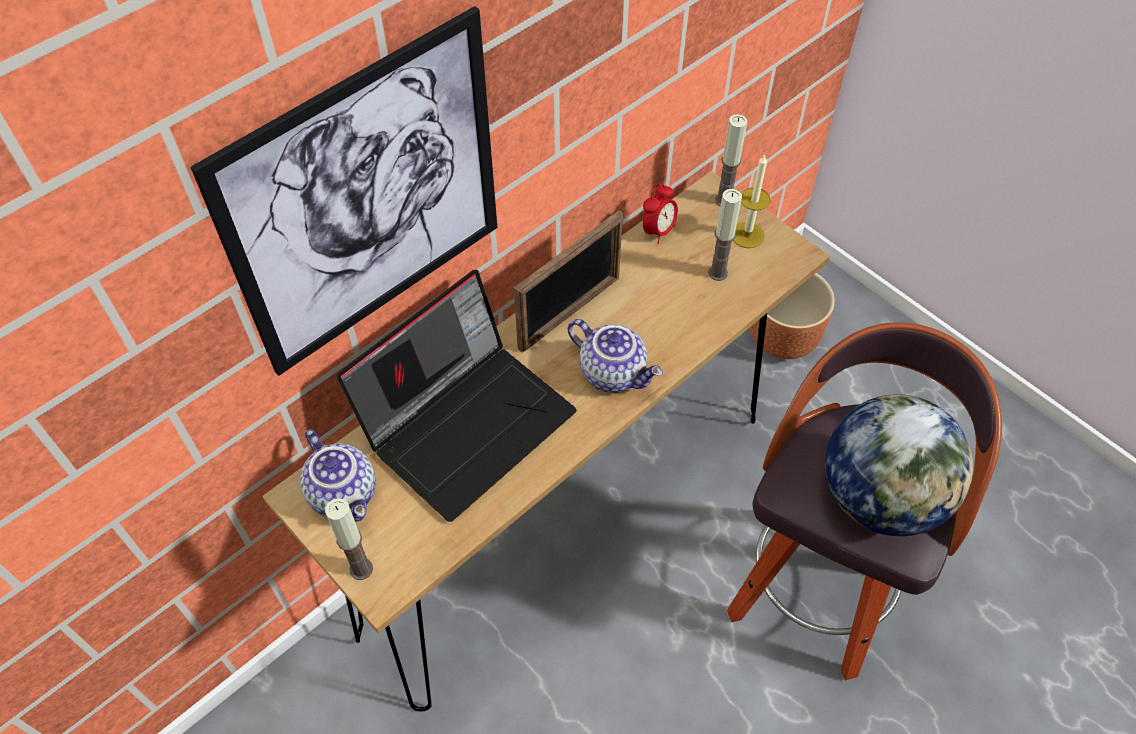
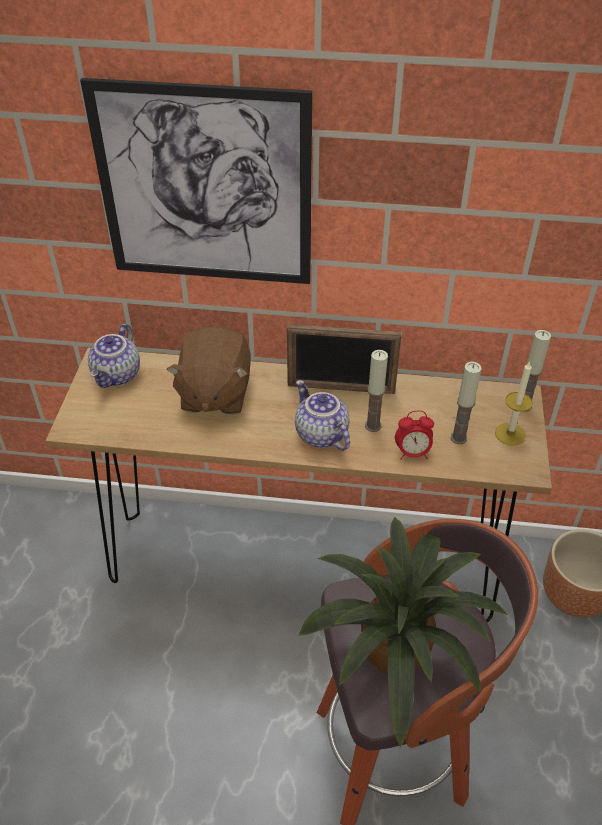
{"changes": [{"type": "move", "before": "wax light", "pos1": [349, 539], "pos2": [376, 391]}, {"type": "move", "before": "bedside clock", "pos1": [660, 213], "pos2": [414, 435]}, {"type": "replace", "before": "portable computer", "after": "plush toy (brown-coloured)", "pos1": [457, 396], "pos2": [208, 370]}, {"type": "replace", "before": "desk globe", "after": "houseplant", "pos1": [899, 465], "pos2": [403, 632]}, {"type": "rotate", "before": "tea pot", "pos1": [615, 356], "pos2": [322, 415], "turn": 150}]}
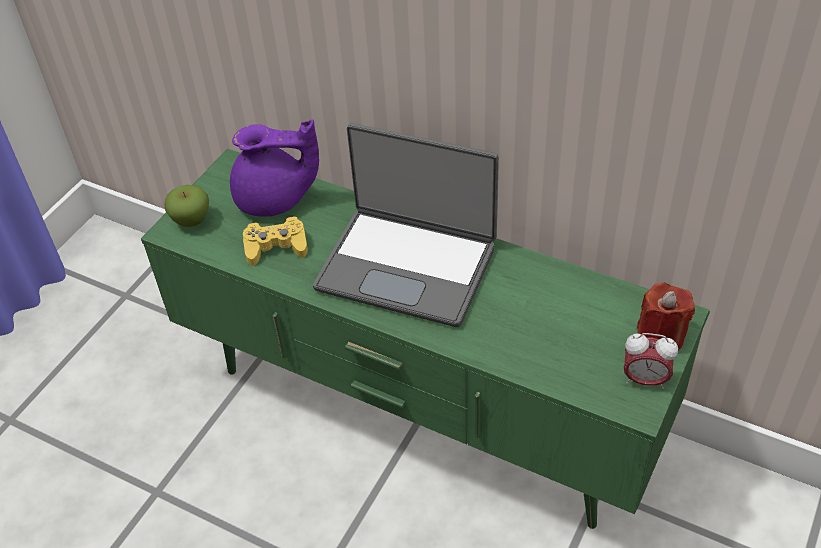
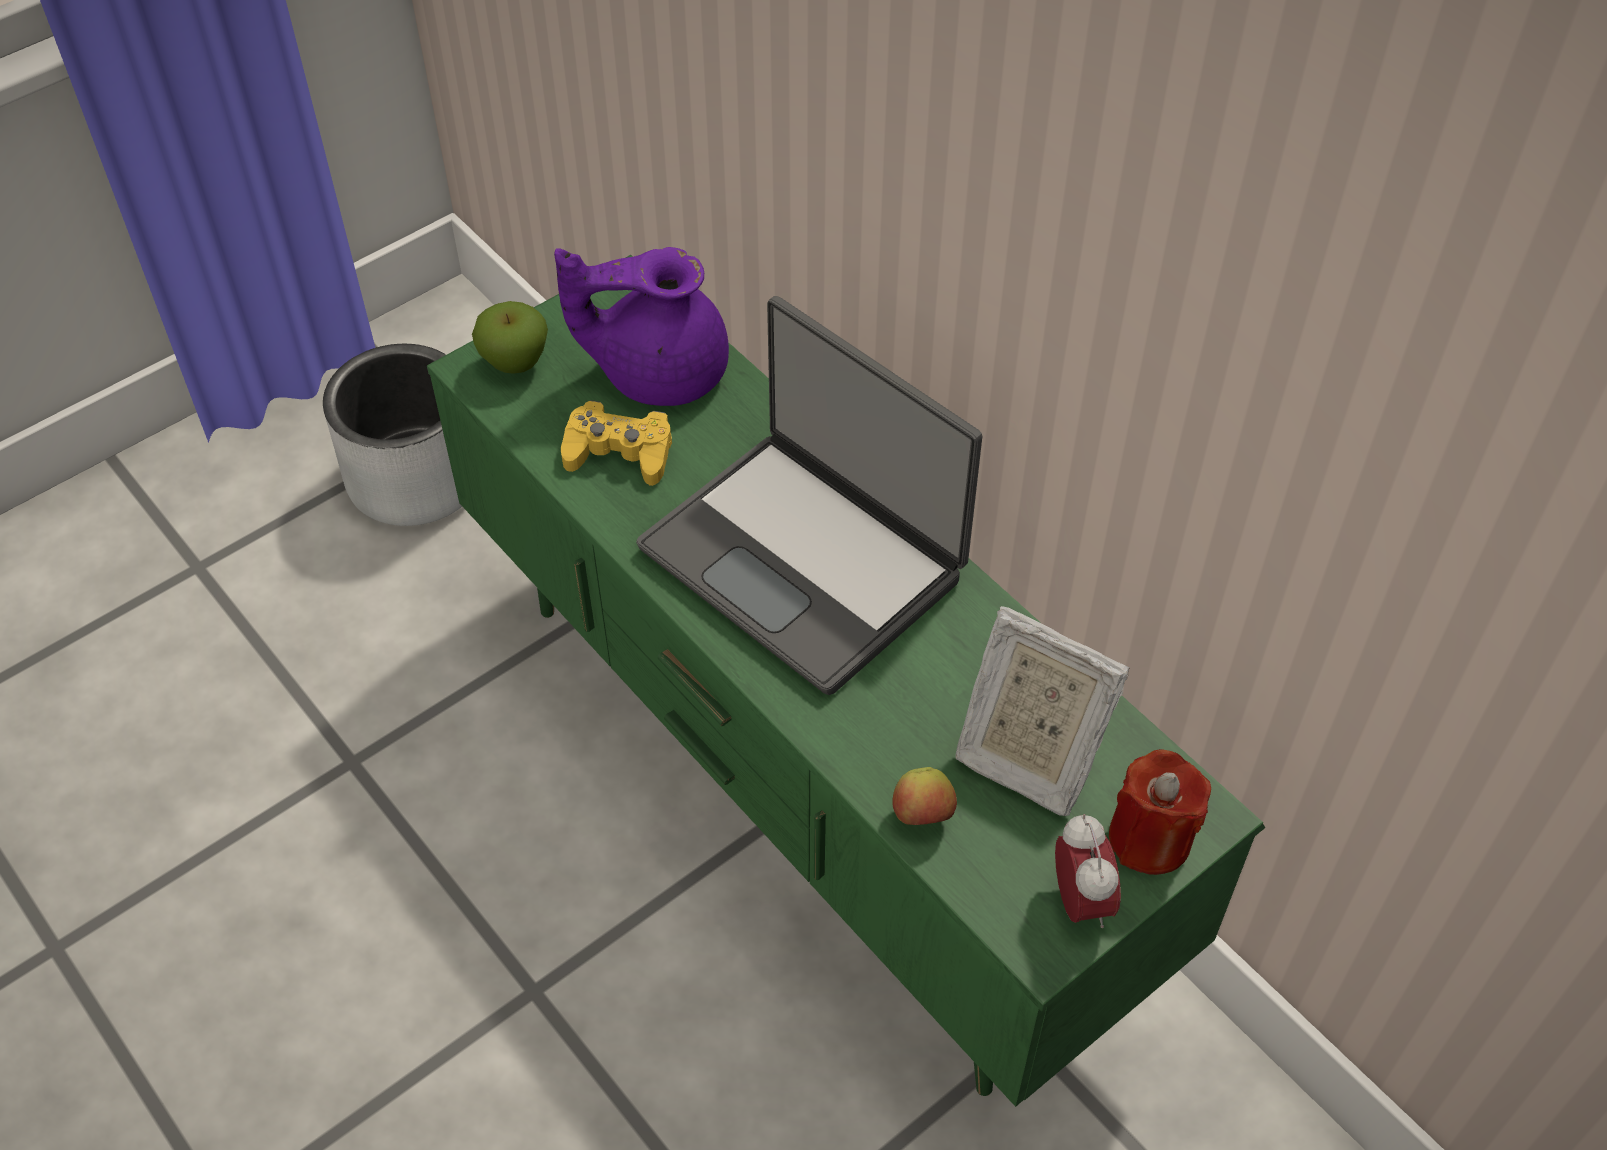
{"changes": [{"type": "insert", "after": "plant pot (grey)", "pos2": [392, 435]}, {"type": "insert", "after": "apple", "pos2": [924, 796]}, {"type": "insert", "after": "standing frame", "pos2": [1042, 711]}, {"type": "rotate", "before": "tea pot (purple)", "pos1": [274, 168], "pos2": [641, 326], "turn": 150}, {"type": "rotate", "before": "bedside clock", "pos1": [651, 361], "pos2": [1088, 871], "turn": -135}]}
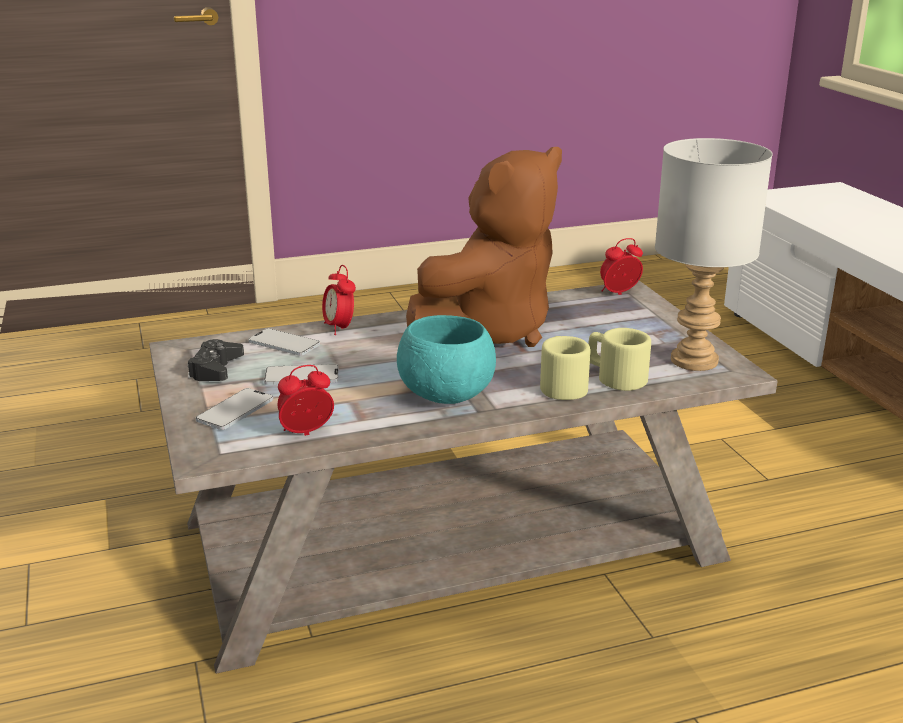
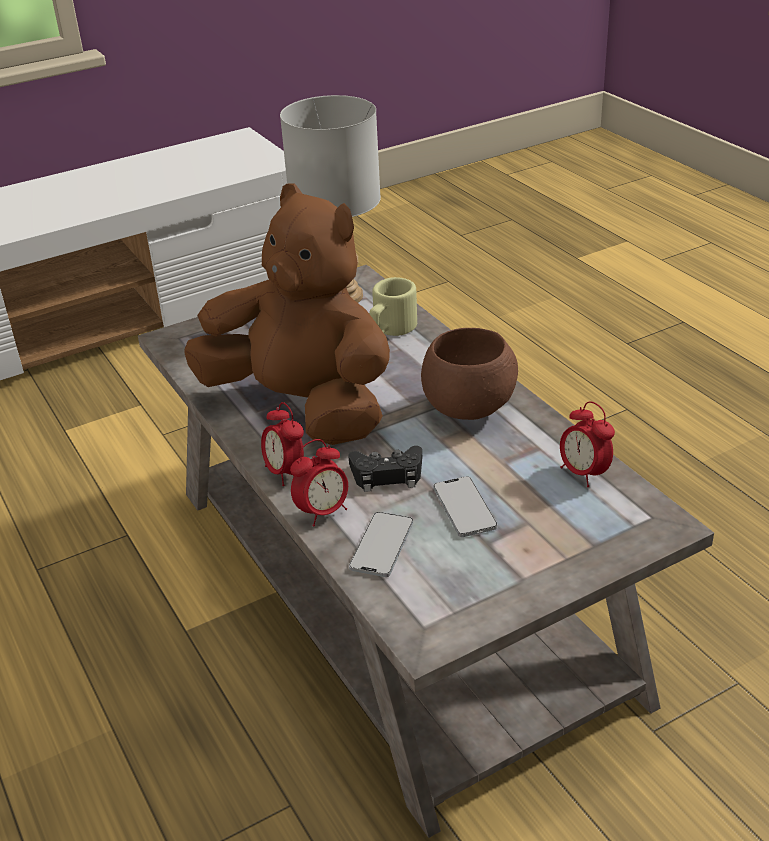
{"changes": [{"type": "delete", "before": "telephone", "pos1": [234, 409]}, {"type": "delete", "before": "coffee mug (beige)", "pos1": [565, 368]}, {"type": "move", "before": "gamepad (blackish)", "pos1": [216, 360], "pos2": [385, 469]}, {"type": "move", "before": "bedside clock", "pos1": [621, 266], "pos2": [282, 444]}, {"type": "recolor", "before": "deep dish (blue-green)", "after": "deep dish (brown-coloured)", "pos1": [446, 359], "pos2": [469, 374]}]}
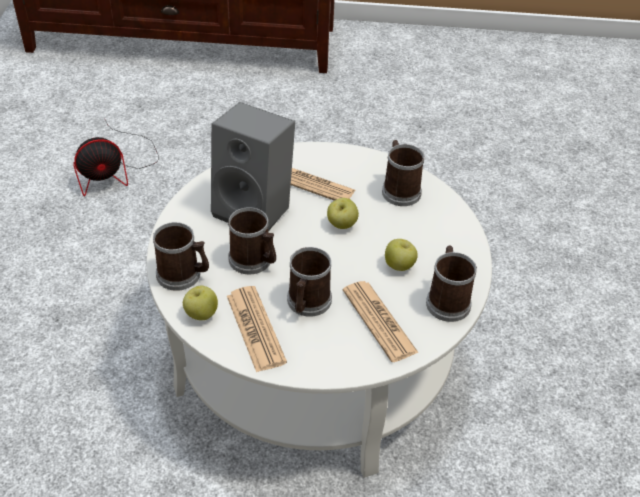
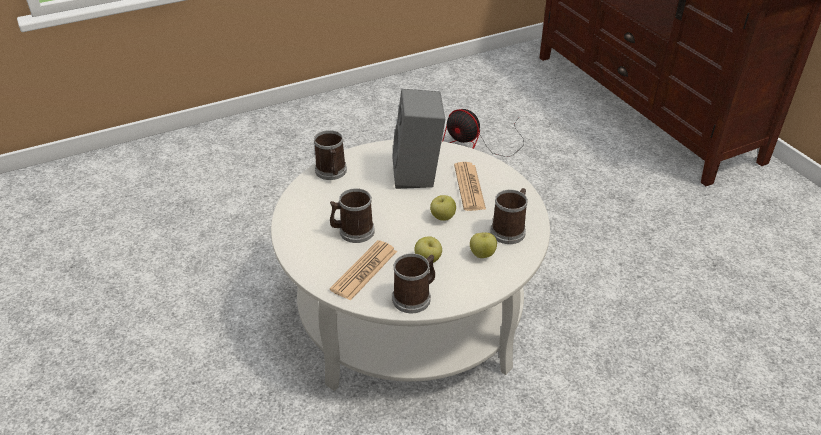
{"changes": [{"type": "delete", "before": "newspaper", "pos1": [257, 329]}, {"type": "delete", "before": "coffee mug", "pos1": [252, 240]}, {"type": "move", "before": "apple", "pos1": [200, 302], "pos2": [483, 245]}]}
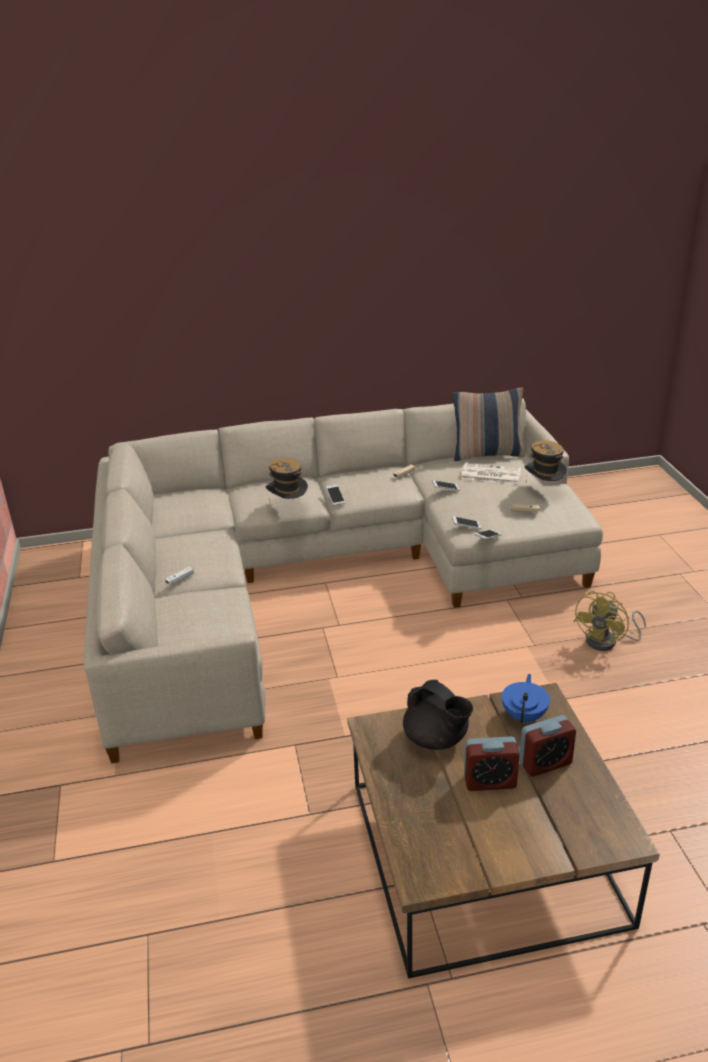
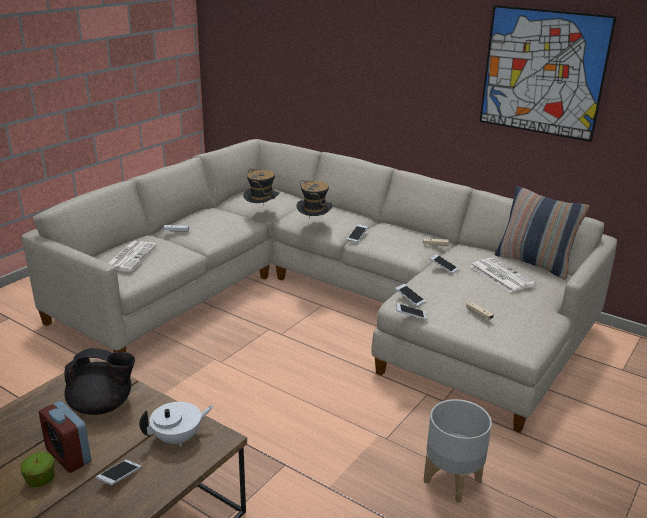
{"changes": [{"type": "insert", "after": "apple", "pos2": [37, 469]}, {"type": "insert", "after": "newspaper", "pos2": [133, 256]}, {"type": "insert", "after": "picture", "pos2": [548, 73]}, {"type": "move", "before": "hat", "pos1": [546, 461], "pos2": [261, 186]}, {"type": "replace", "before": "bedside clock", "after": "telephone", "pos1": [547, 746], "pos2": [118, 472]}, {"type": "replace", "before": "cooling fan (yellow)", "after": "plant pot (grey)", "pos1": [609, 621], "pos2": [458, 451]}, {"type": "recolor", "before": "tea pot (bluish)", "after": "tea pot (white-coloured)", "pos1": [526, 699], "pos2": [176, 424]}, {"type": "rotate", "before": "tea pot (blackish)", "pos1": [438, 715], "pos2": [99, 381], "turn": -90}]}
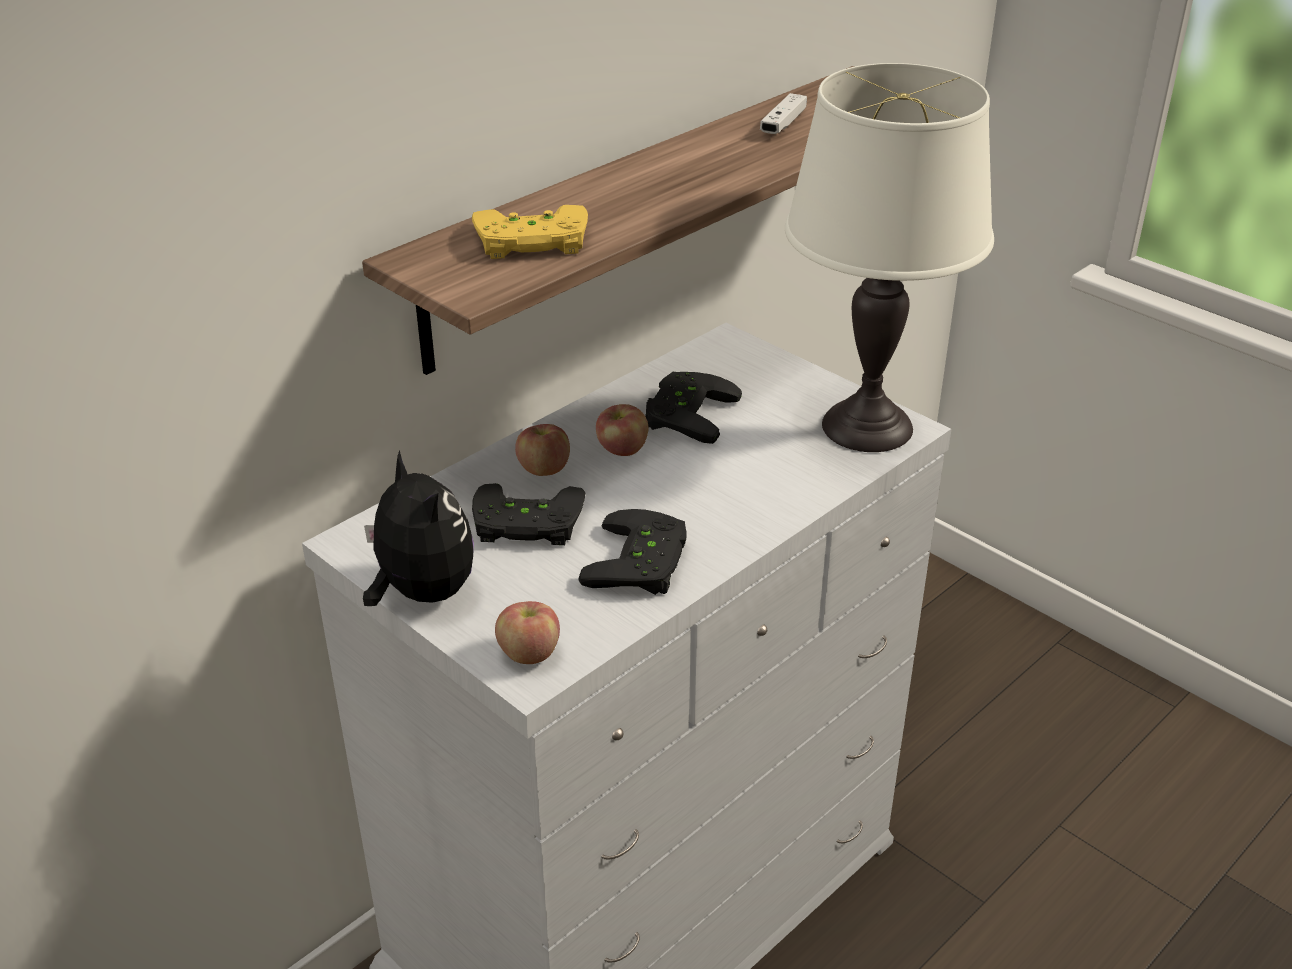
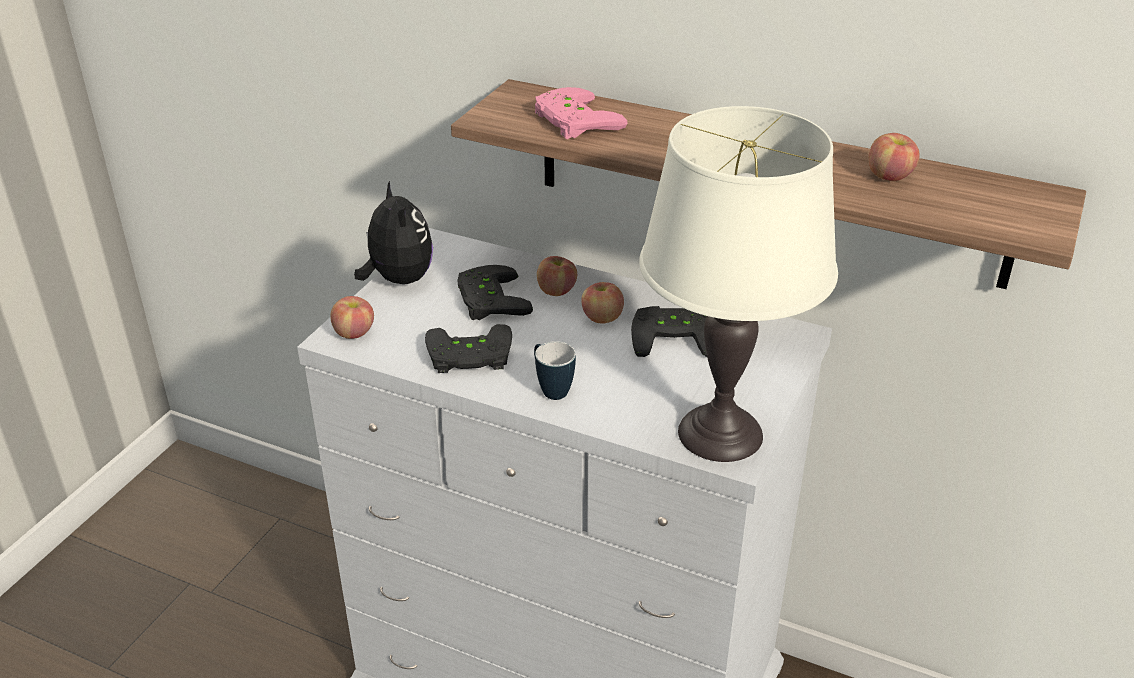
{"changes": [{"type": "insert", "after": "coffee mug", "pos2": [555, 370]}, {"type": "replace", "before": "gamepad (white-coloured)", "after": "apple", "pos1": [783, 113], "pos2": [894, 157]}, {"type": "recolor", "before": "gamepad (yellow)", "after": "gamepad (pink-coloured)", "pos1": [530, 232], "pos2": [581, 113]}, {"type": "rotate", "before": "plush toy", "pos1": [418, 528], "pos2": [393, 232], "turn": -60}]}
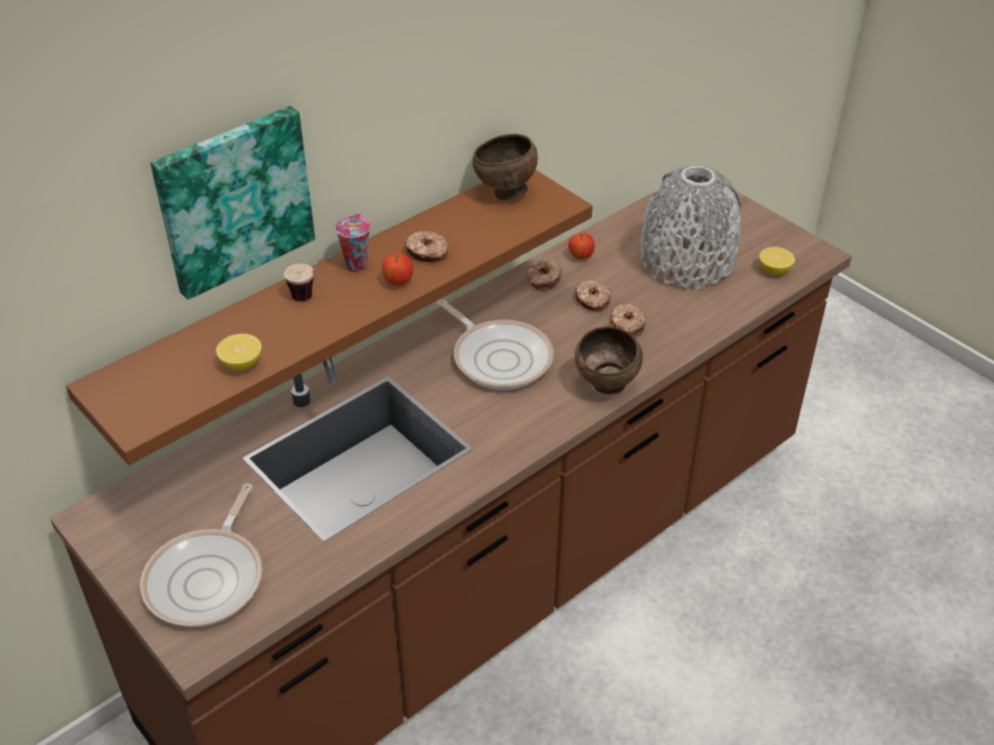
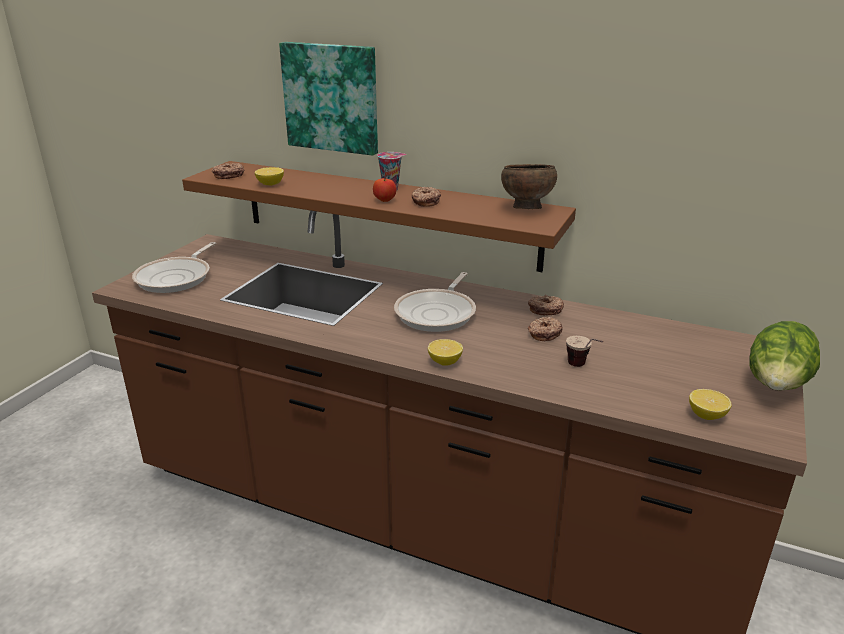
{"changes": [{"type": "delete", "before": "apple", "pos1": [581, 246]}, {"type": "delete", "before": "vase (grey)", "pos1": [691, 227]}, {"type": "insert", "after": "lettuce", "pos2": [785, 356]}, {"type": "move", "before": "cup", "pos1": [310, 278], "pos2": [584, 351]}, {"type": "move", "before": "doughnut", "pos1": [628, 320], "pos2": [228, 171]}, {"type": "replace", "before": "deep dish (brown-coloured)", "after": "lemon", "pos1": [609, 360], "pos2": [445, 352]}, {"type": "rotate", "before": "pan", "pos1": [201, 555], "pos2": [174, 267], "turn": -60}]}
